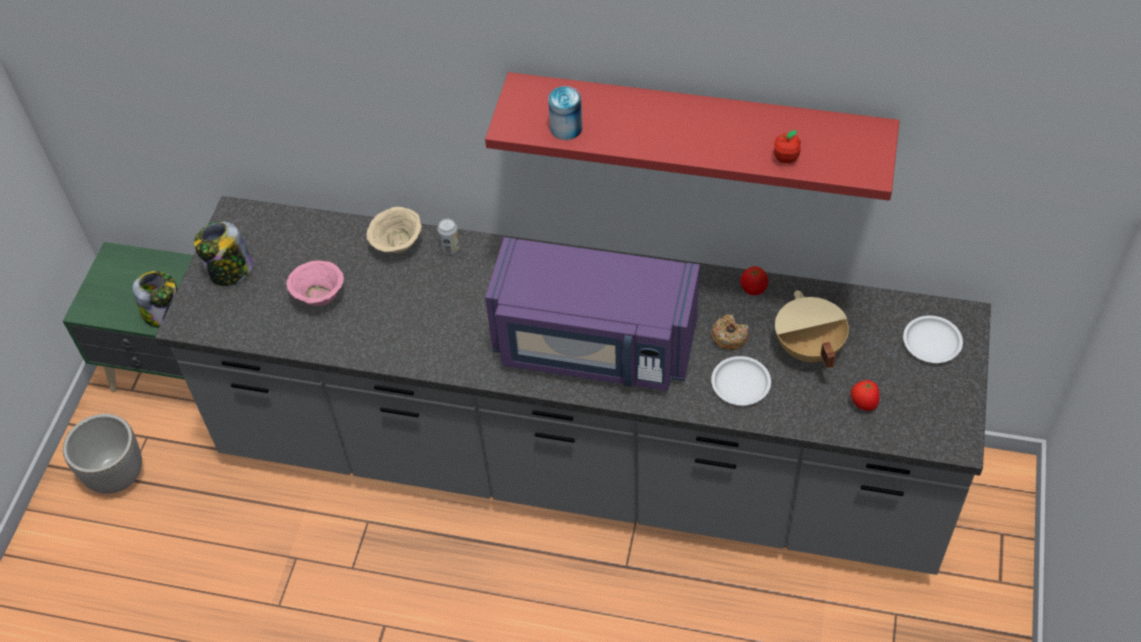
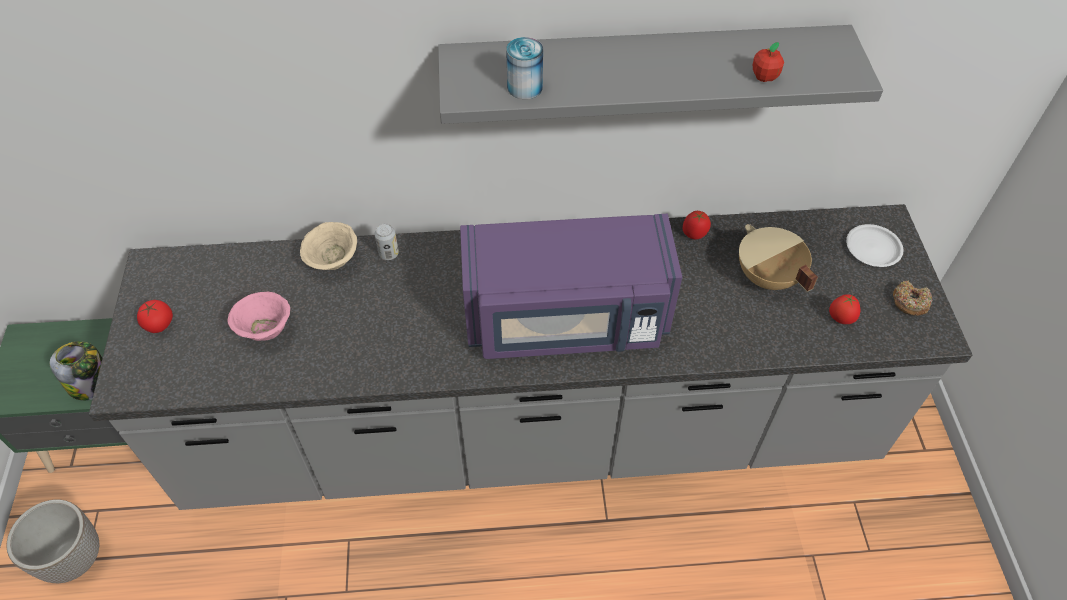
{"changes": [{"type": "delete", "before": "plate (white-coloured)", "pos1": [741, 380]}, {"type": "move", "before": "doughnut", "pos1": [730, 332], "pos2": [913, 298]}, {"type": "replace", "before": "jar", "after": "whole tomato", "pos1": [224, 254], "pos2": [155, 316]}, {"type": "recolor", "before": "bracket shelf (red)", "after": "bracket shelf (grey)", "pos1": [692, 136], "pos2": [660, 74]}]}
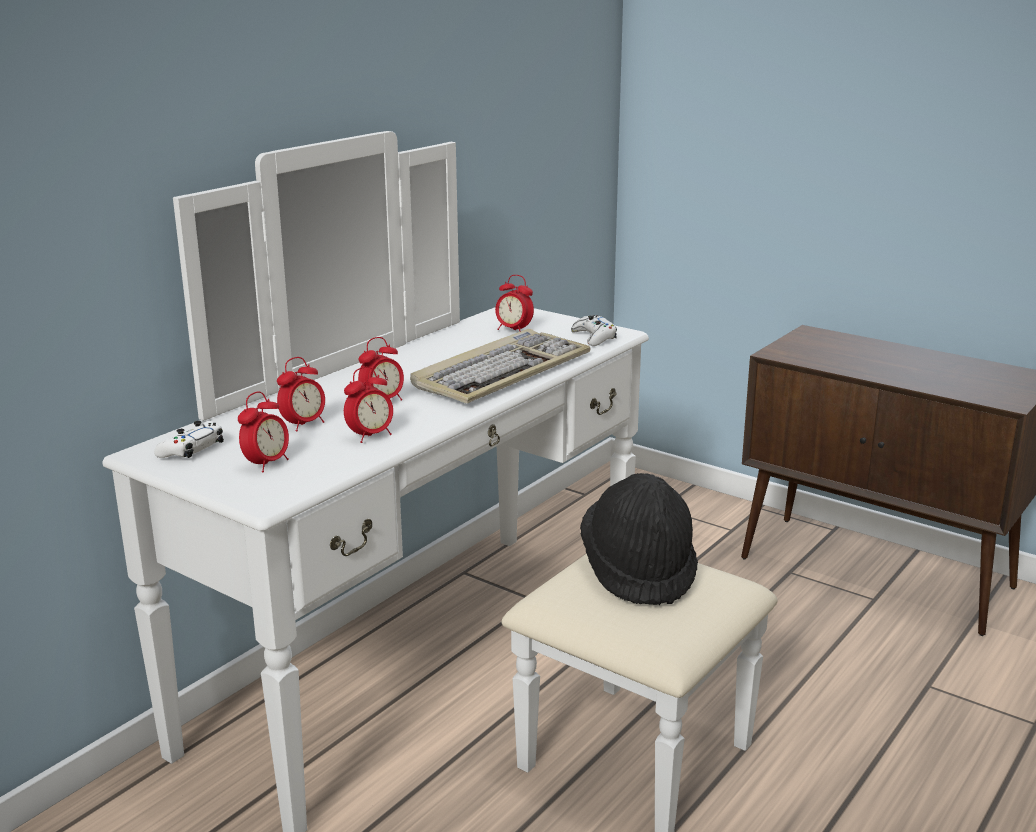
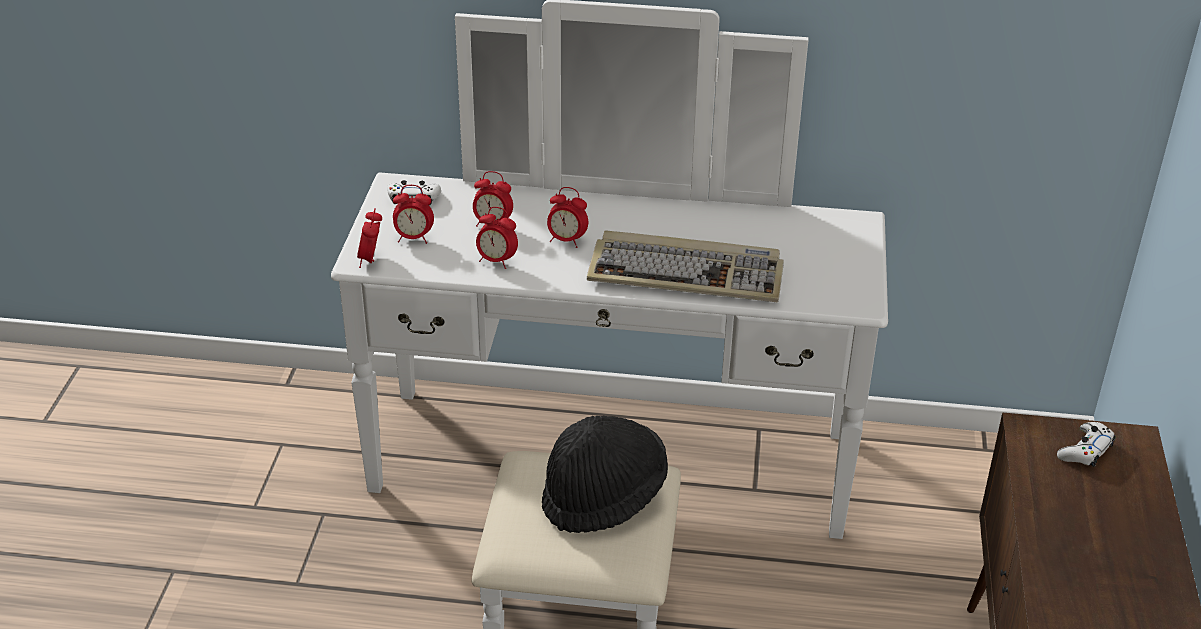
{"changes": [{"type": "move", "before": "bedside clock", "pos1": [514, 303], "pos2": [369, 238]}, {"type": "move", "before": "gamepad (white-coloured)", "pos1": [594, 330], "pos2": [1086, 444]}]}
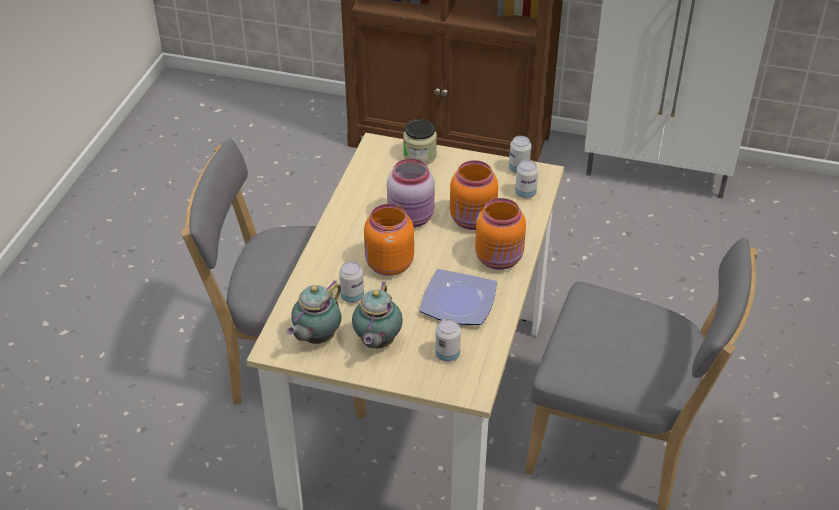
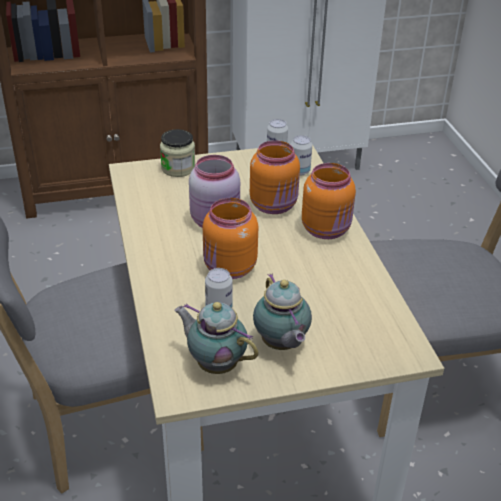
{"changes": [{"type": "delete", "before": "plate", "pos1": [458, 297]}, {"type": "delete", "before": "metal can", "pos1": [448, 340]}, {"type": "rotate", "before": "tea pot", "pos1": [314, 312], "pos2": [216, 338], "turn": 120}]}
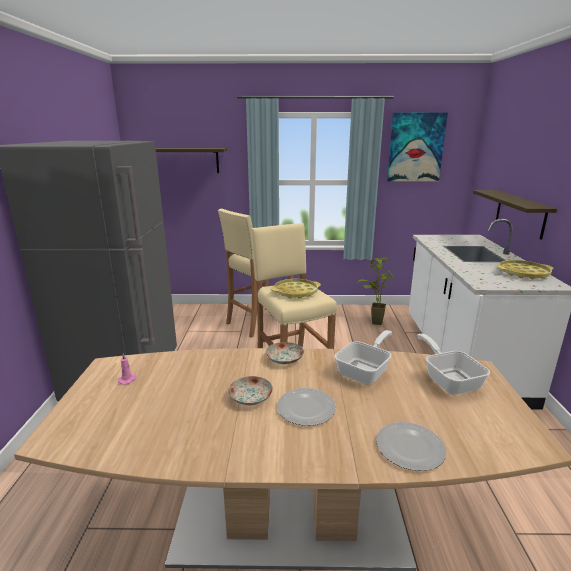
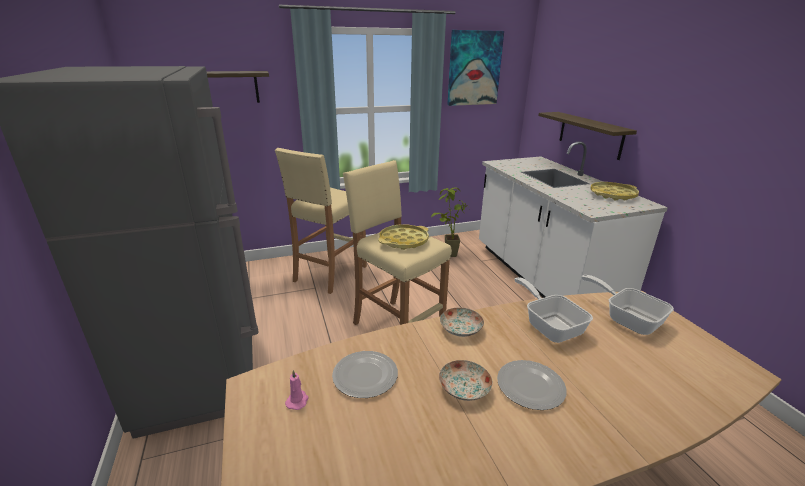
{"changes": [{"type": "move", "before": "plate", "pos1": [411, 446], "pos2": [365, 374]}, {"type": "rotate", "before": "pan", "pos1": [363, 357], "pos2": [554, 310], "turn": -45}]}
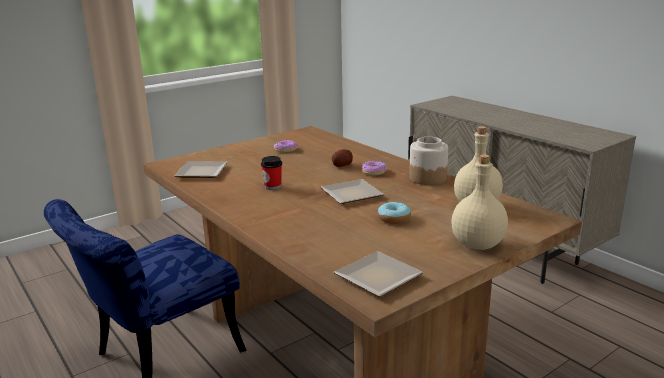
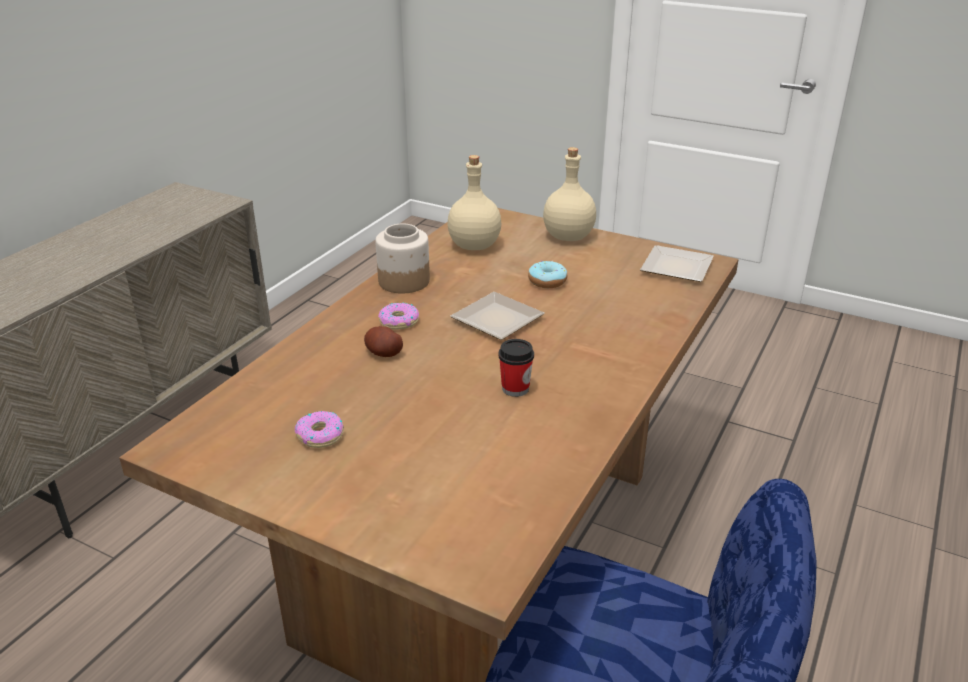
{"changes": [{"type": "delete", "before": "plate", "pos1": [201, 169]}]}
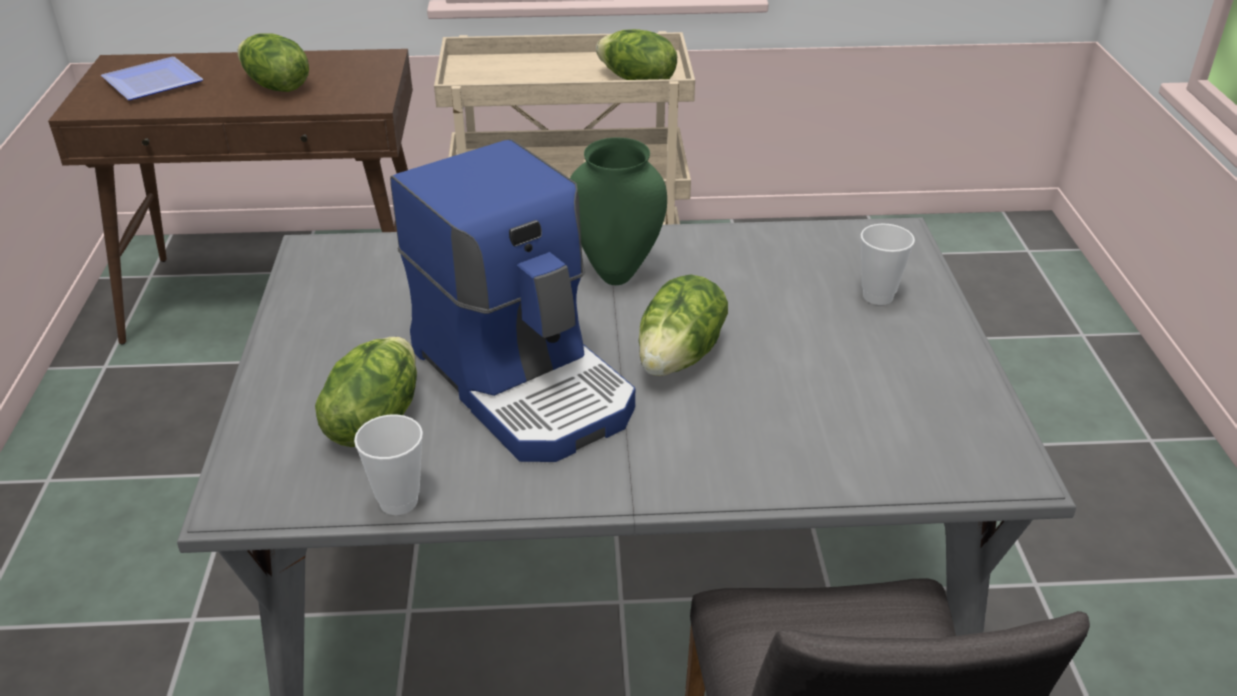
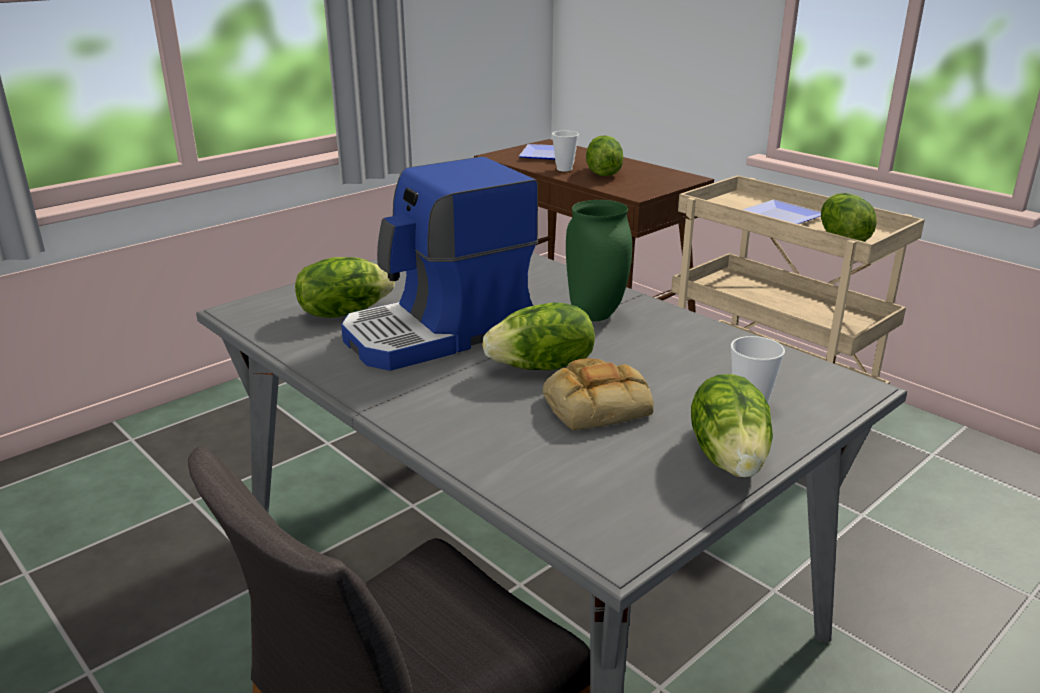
{"changes": [{"type": "insert", "after": "baked bread", "pos2": [598, 394]}, {"type": "insert", "after": "lettuce", "pos2": [732, 426]}, {"type": "insert", "after": "plate", "pos2": [781, 212]}, {"type": "move", "before": "cup", "pos1": [388, 464], "pos2": [565, 151]}, {"type": "rotate", "before": "coffee machine", "pos1": [512, 300], "pos2": [439, 263], "turn": 45}]}
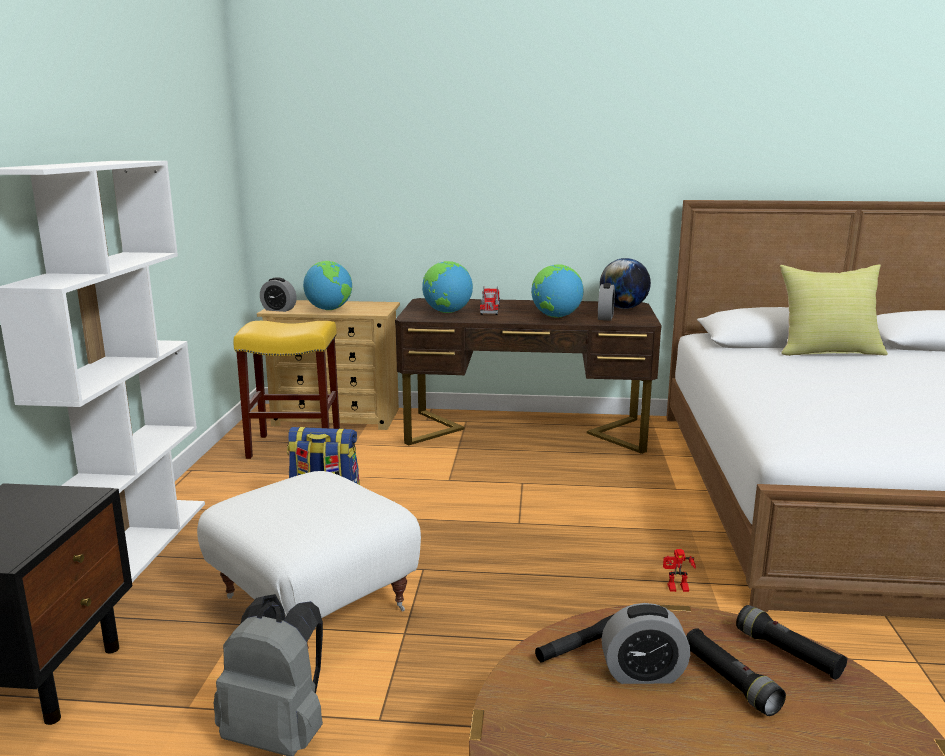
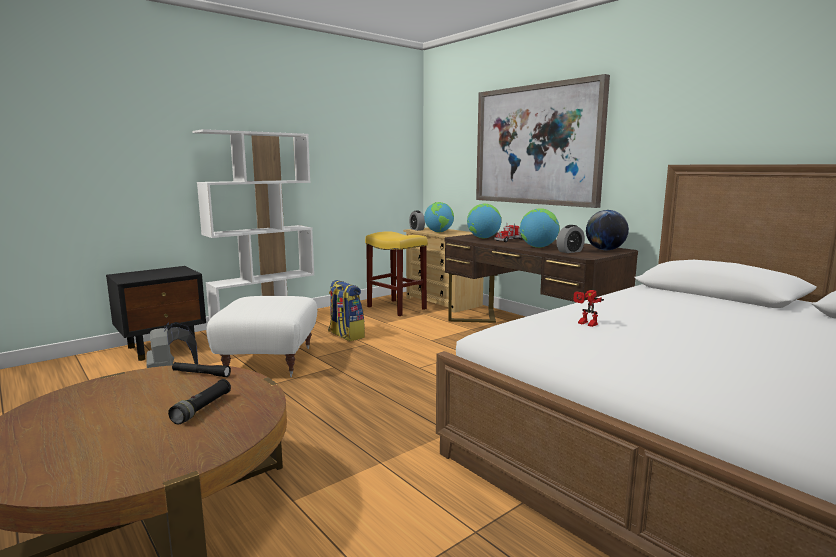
{"changes": [{"type": "delete", "before": "bedside clock", "pos1": [645, 643]}, {"type": "delete", "before": "torch (blackish)", "pos1": [792, 642]}, {"type": "delete", "before": "throw pillow (yellow)", "pos1": [834, 310]}, {"type": "insert", "after": "picture", "pos2": [543, 141]}, {"type": "move", "before": "robot figure", "pos1": [679, 570], "pos2": [589, 308]}]}
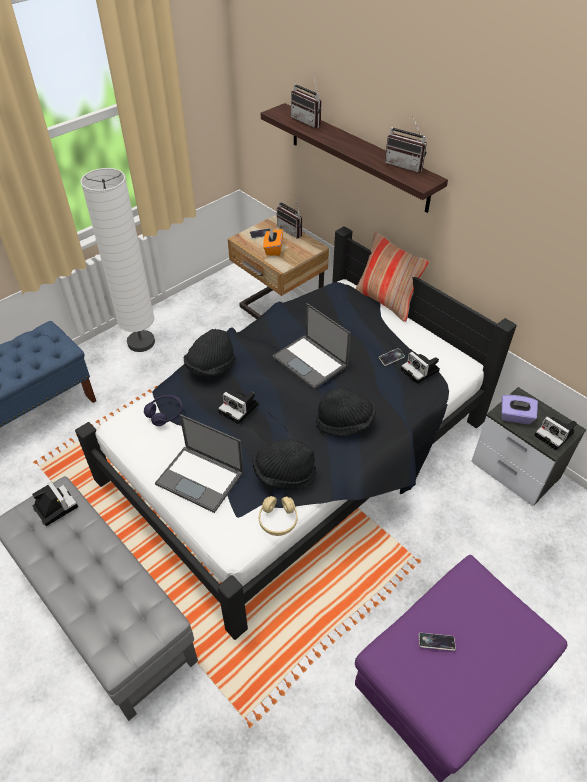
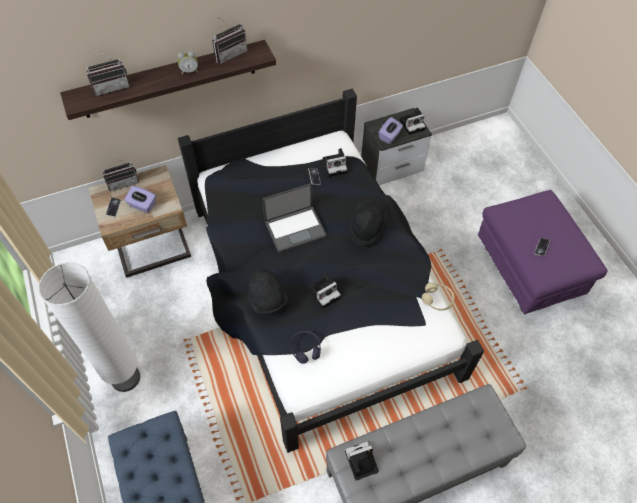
{"changes": [{"type": "delete", "before": "portable computer", "pos1": [199, 463]}, {"type": "delete", "before": "hat (blackish)", "pos1": [284, 464]}, {"type": "delete", "before": "throw pillow", "pos1": [392, 277]}, {"type": "insert", "after": "bedside clock", "pos2": [187, 62]}, {"type": "recolor", "before": "tissue holder (orangey)", "after": "tissue holder (purple)", "pos1": [273, 242], "pos2": [140, 199]}]}
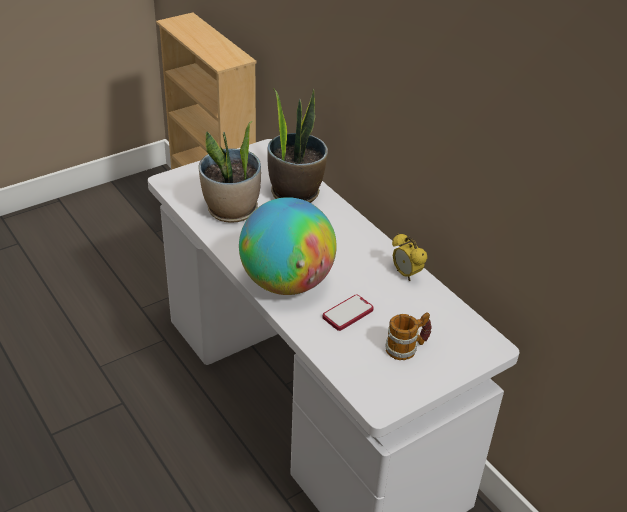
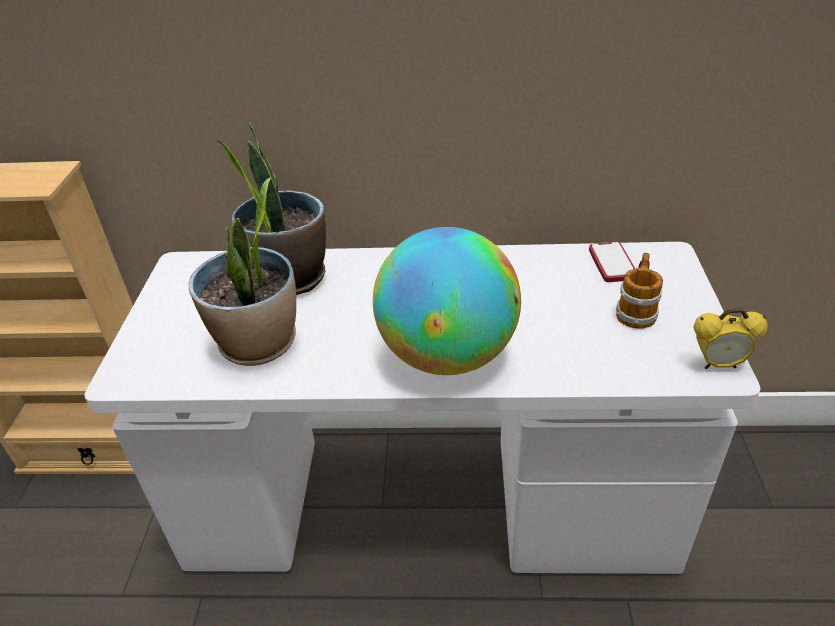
{"changes": [{"type": "move", "before": "telephone", "pos1": [348, 312], "pos2": [612, 262]}, {"type": "move", "before": "bedside clock", "pos1": [409, 257], "pos2": [731, 338]}]}
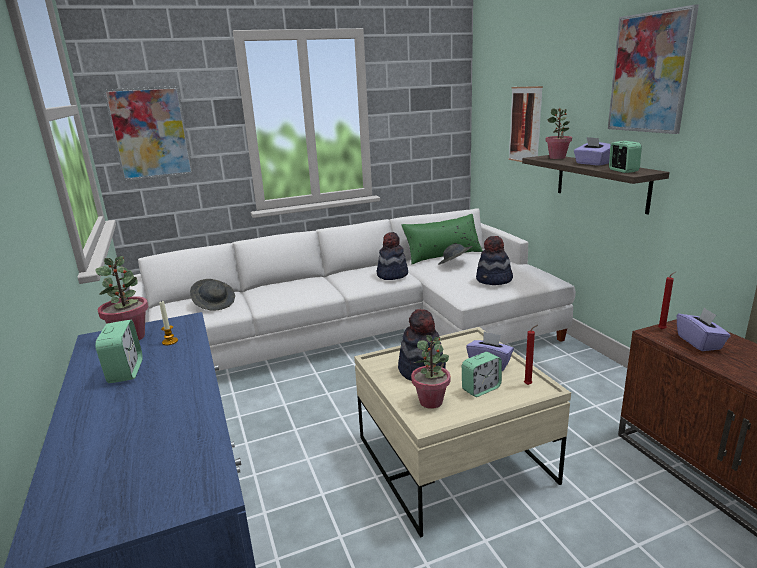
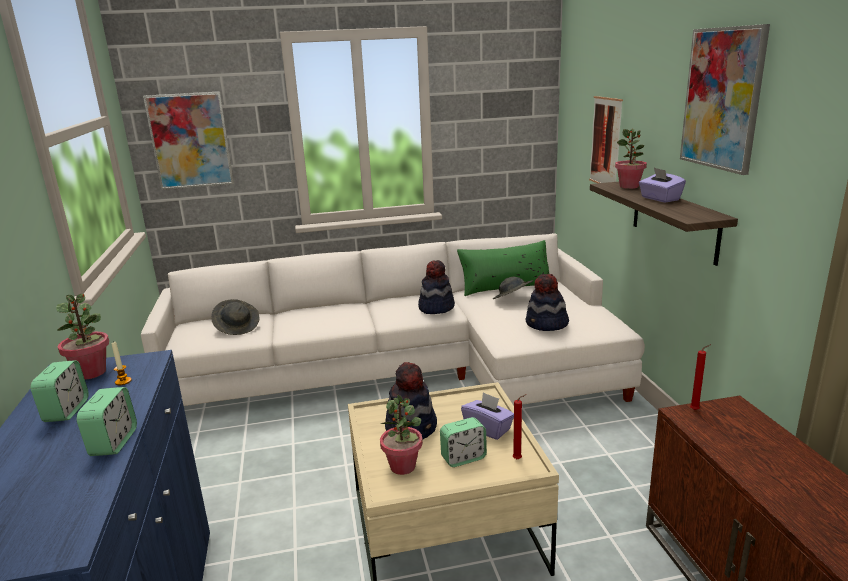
{"changes": [{"type": "delete", "before": "tissue holder (purple)", "pos1": [704, 329]}, {"type": "move", "before": "bedside clock", "pos1": [625, 157], "pos2": [107, 421]}]}
